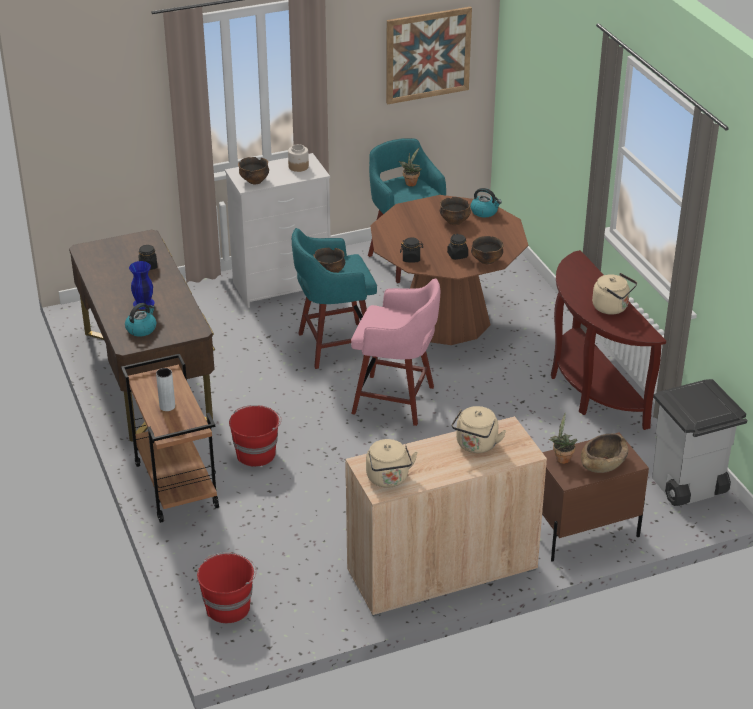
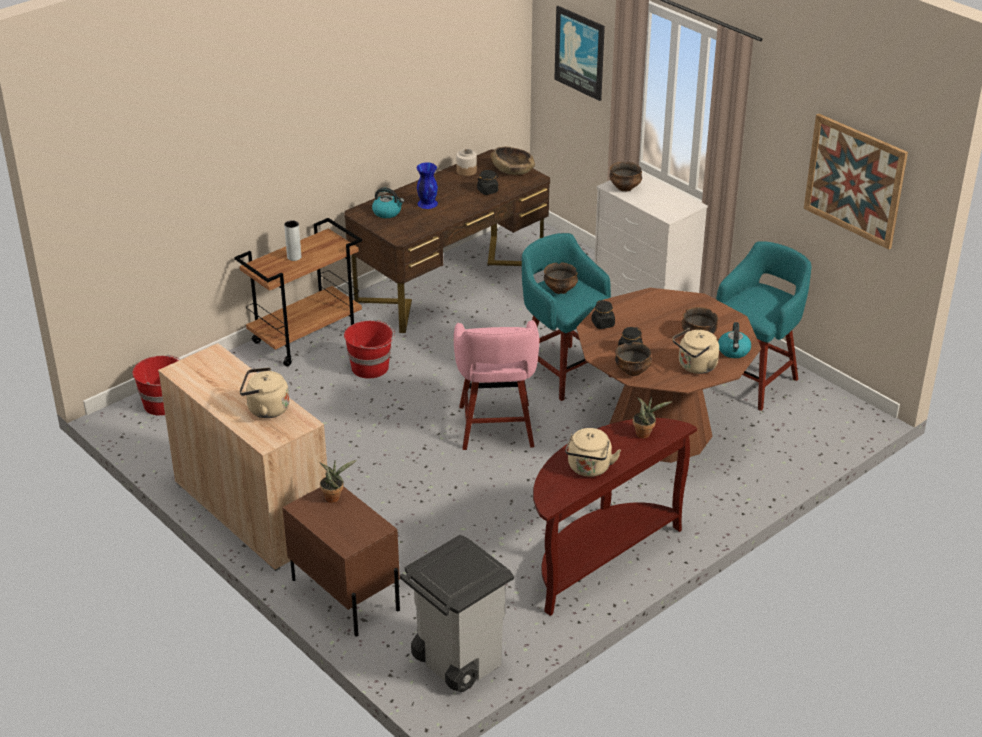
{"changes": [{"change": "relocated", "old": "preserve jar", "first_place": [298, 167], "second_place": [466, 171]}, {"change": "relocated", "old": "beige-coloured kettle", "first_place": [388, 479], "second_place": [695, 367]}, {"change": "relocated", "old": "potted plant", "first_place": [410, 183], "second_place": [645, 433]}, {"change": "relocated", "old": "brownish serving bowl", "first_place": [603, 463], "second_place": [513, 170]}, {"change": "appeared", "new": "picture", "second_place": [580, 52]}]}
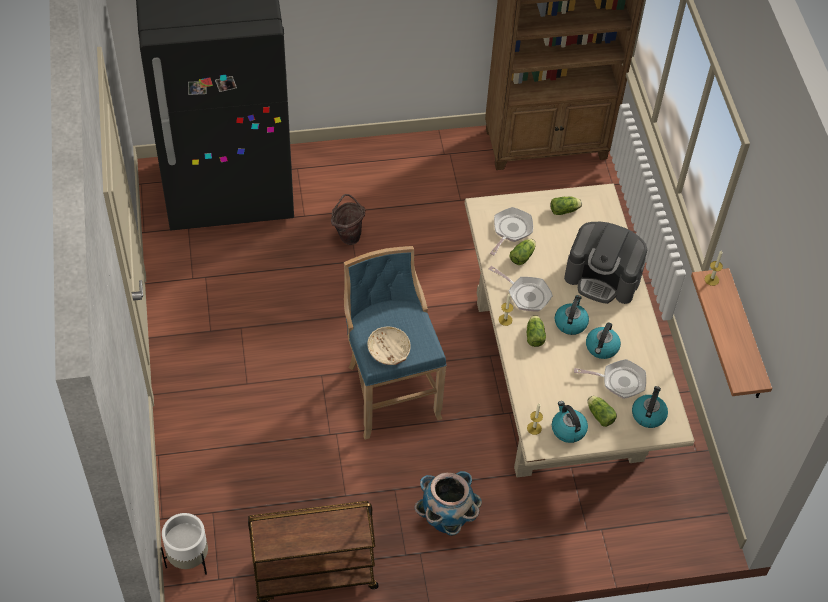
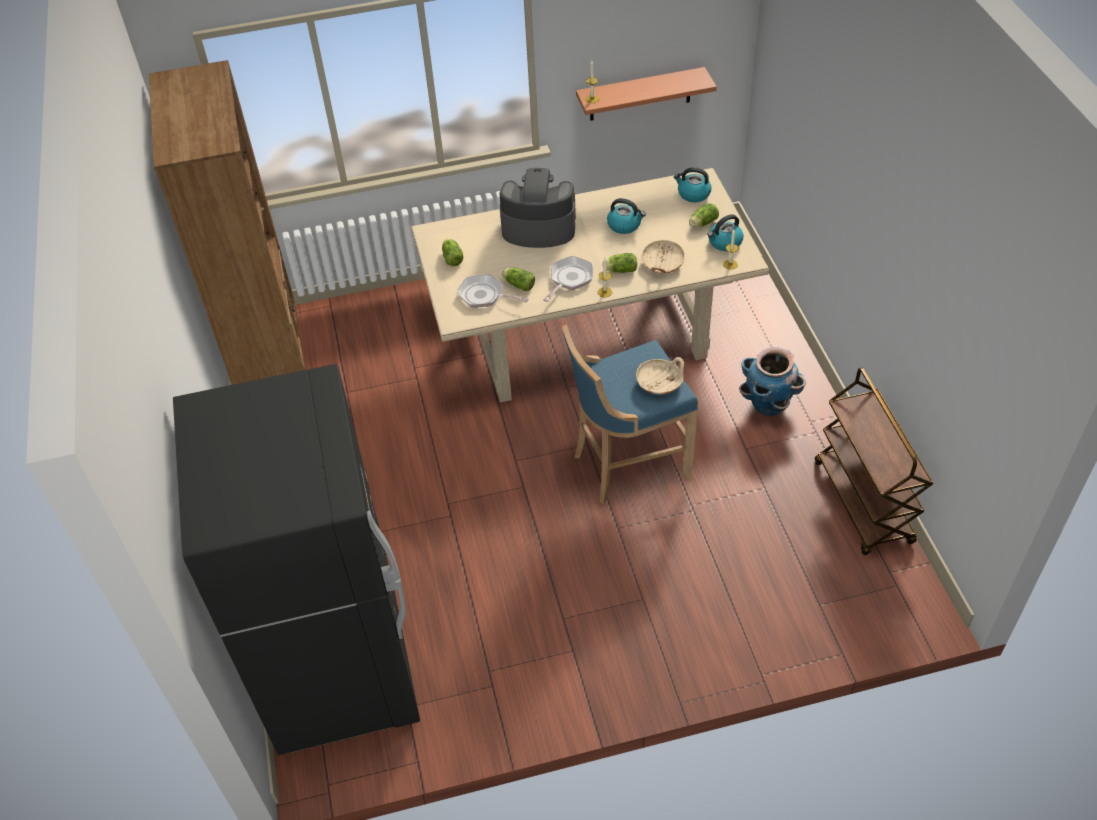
{"changes": [{"change": "missing", "old": "white-coloured planter", "first_place": [188, 560]}, {"change": "missing", "old": "brownish pail", "first_place": [348, 235]}, {"change": "missing", "old": "kettle", "first_place": [570, 322]}, {"change": "spun", "old": "coffee machine", "first_place": [603, 277], "second_place": [538, 227], "degrees": -105}, {"change": "missing", "old": "pan", "first_place": [619, 381]}, {"change": "appeared", "new": "beige-coloured serving bowl", "second_place": [662, 264]}]}
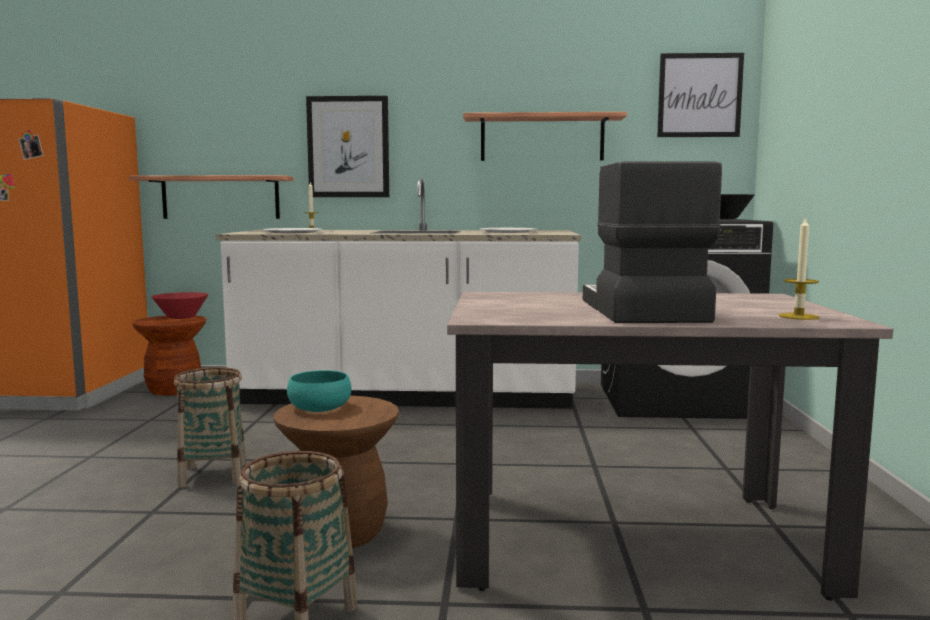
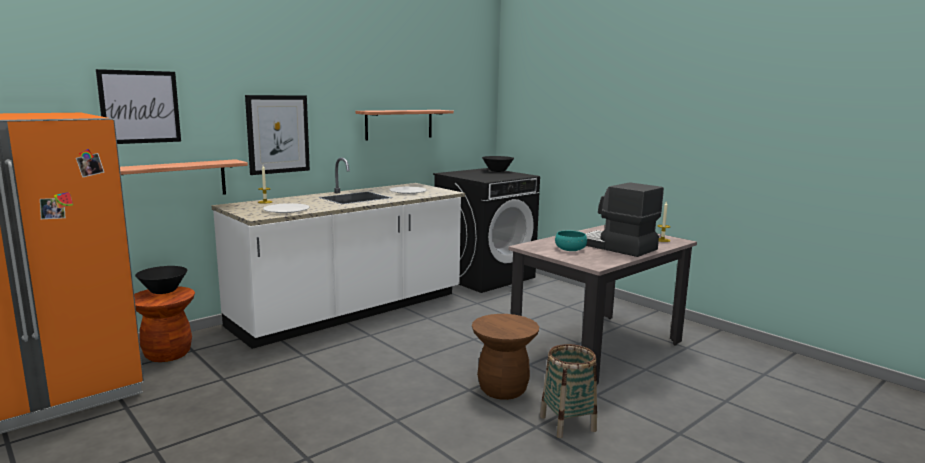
{"changes": [{"change": "colour", "old": "reddish serving bowl", "new": "black-coloured serving bowl", "first_place": [181, 317], "second_place": [163, 291]}, {"change": "missing", "old": "household basket", "first_place": [213, 474]}, {"change": "relocated", "old": "blue-green serving bowl", "first_place": [320, 407], "second_place": [570, 249]}, {"change": "relocated", "old": "picture", "first_place": [699, 95], "second_place": [140, 107]}]}
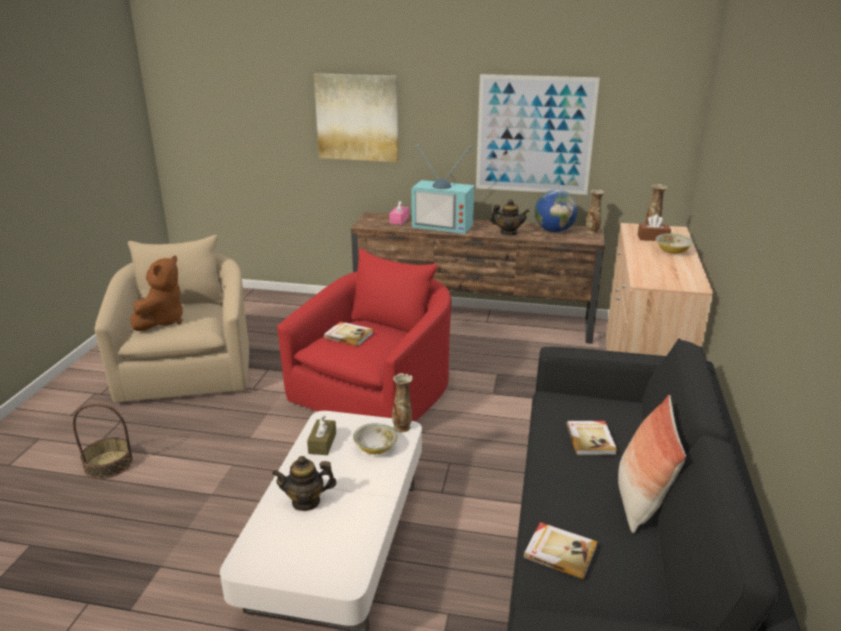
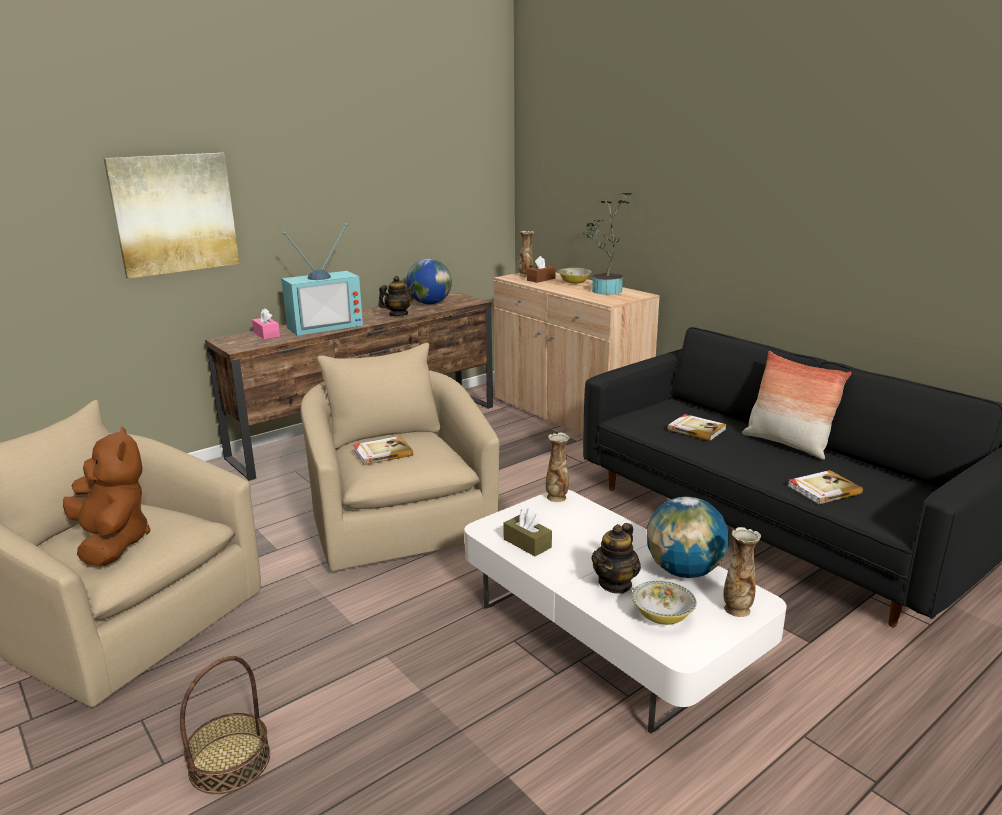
{"changes": [{"change": "colour", "old": "reddish lounge chair", "new": "beige-coloured lounge chair", "first_place": [377, 392], "second_place": [399, 520]}, {"change": "relocated", "old": "serving bowl", "first_place": [375, 448], "second_place": [662, 616]}, {"change": "missing", "old": "picture", "first_place": [534, 135]}, {"change": "relocated", "old": "vase", "first_place": [592, 232], "second_place": [737, 609]}, {"change": "appeared", "new": "potted plant", "second_place": [604, 291]}, {"change": "appeared", "new": "globe", "second_place": [684, 571]}]}
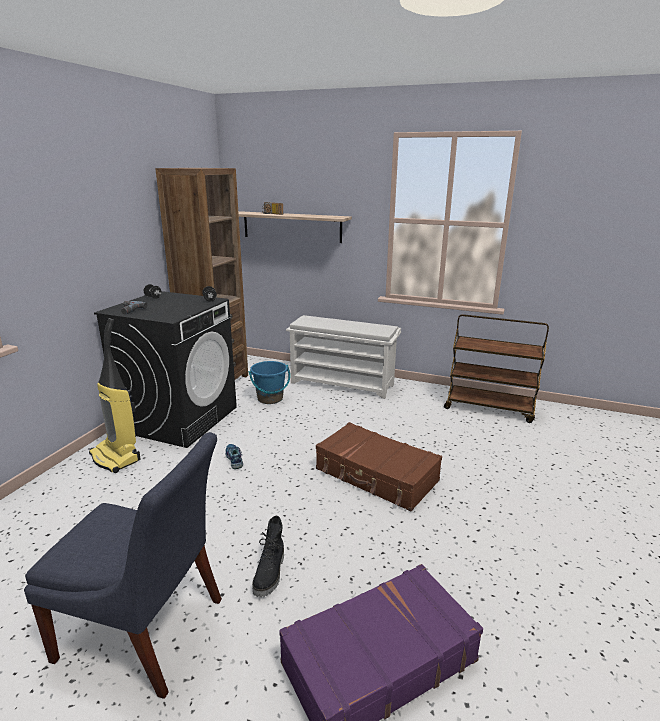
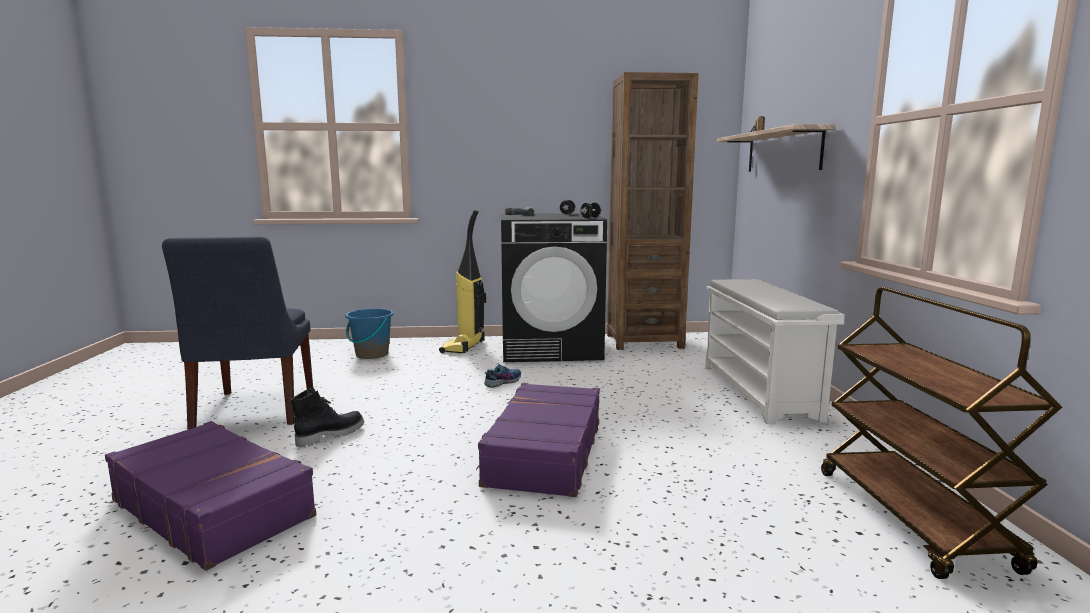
{"changes": [{"change": "relocated", "old": "blue pail", "first_place": [270, 399], "second_place": [371, 354]}, {"change": "spun", "old": "black-coloured boot", "first_place": [270, 574], "second_place": [330, 435], "degrees": 150}, {"change": "colour", "old": "brownish travel case", "new": "purplish travel case", "first_place": [376, 476], "second_place": [544, 453]}]}
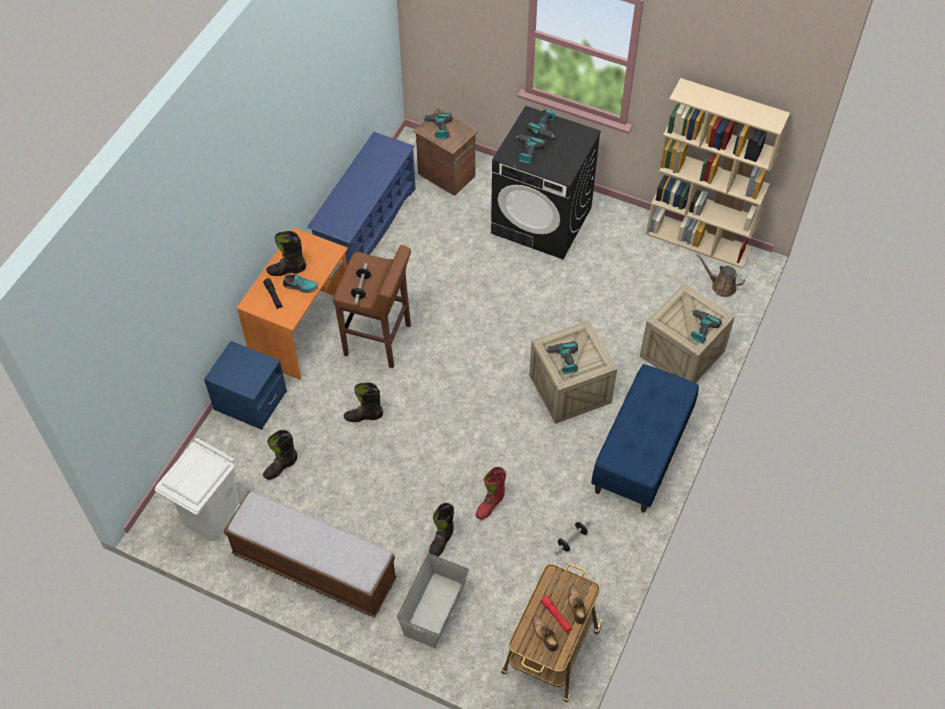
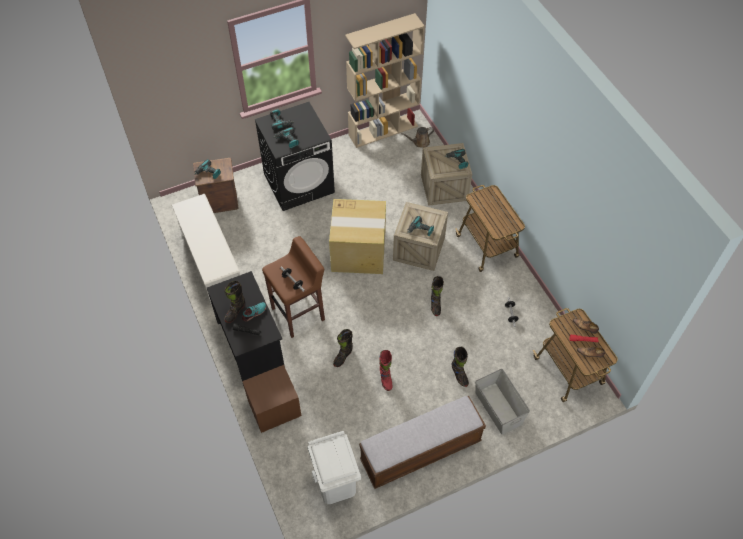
{"changes": [{"change": "colour", "old": "blue night table", "new": "brownish night table", "first_place": [250, 401], "second_place": [274, 408]}, {"change": "colour", "old": "orange desk unit", "new": "black-coloured desk unit", "first_place": [303, 329], "second_place": [251, 346]}, {"change": "relocated", "old": "black-coloured boot", "first_place": [280, 467], "second_place": [435, 305]}, {"change": "colour", "old": "blue shoe shelf", "new": "white-coloured shoe shelf", "first_place": [366, 226], "second_place": [212, 264]}, {"change": "relocated", "old": "reddish boot", "first_place": [490, 505], "second_place": [385, 379]}, {"change": "exchanged", "old": "blue bench", "new": "wheeled cart", "first_place": [642, 454], "second_place": [487, 247]}, {"change": "appeared", "new": "carton", "second_place": [359, 251]}]}
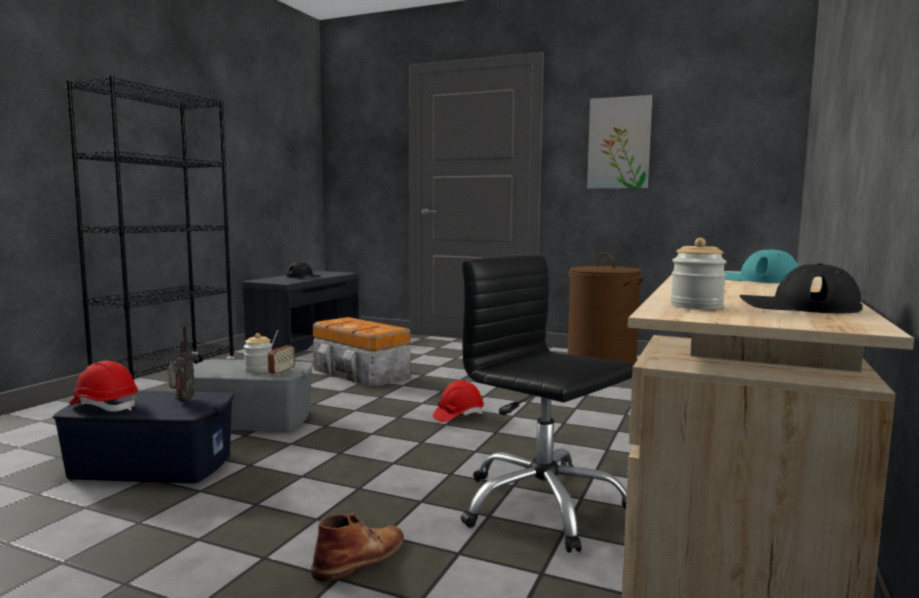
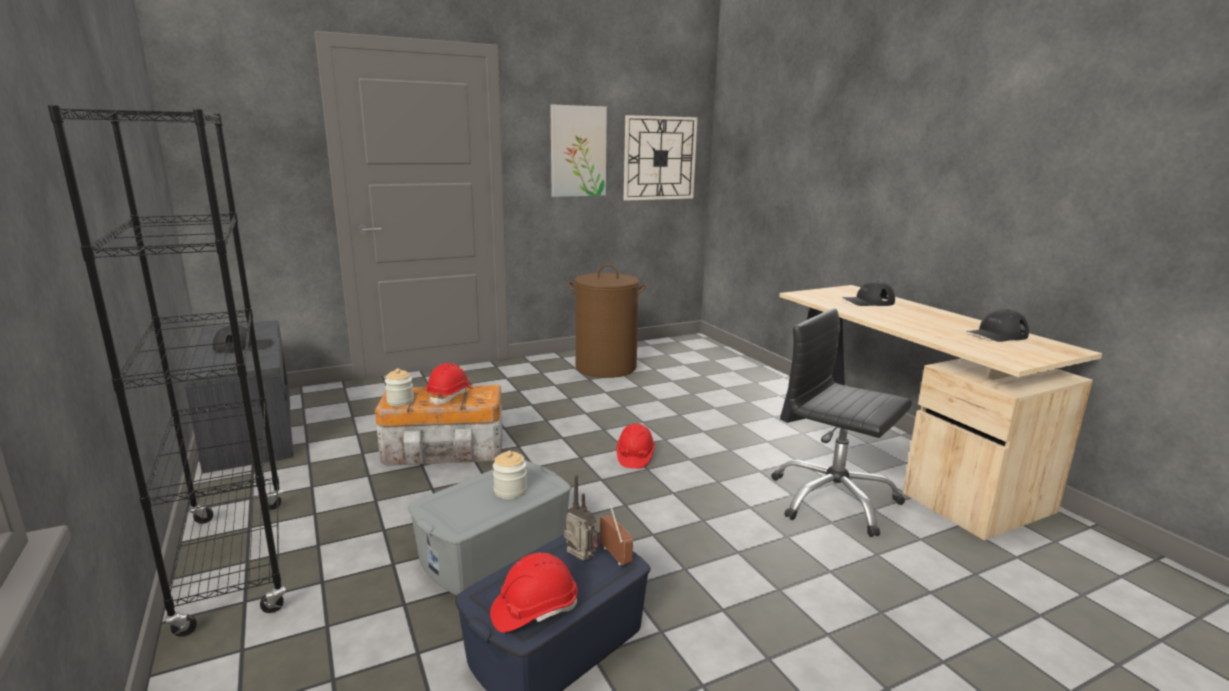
{"changes": [{"change": "relocated", "old": "radio receiver", "first_place": [281, 372], "second_place": [614, 555]}, {"change": "missing", "old": "brownish boot", "first_place": [361, 558]}, {"change": "spun", "old": "black-coloured office chair", "first_place": [542, 506], "second_place": [833, 500], "degrees": 45}, {"change": "relocated", "old": "preserve jar", "first_place": [696, 306], "second_place": [400, 401]}, {"change": "colour", "old": "blue-green cap", "new": "black-coloured cap", "first_place": [757, 279], "second_place": [868, 302]}, {"change": "appeared", "new": "reddish work helmet", "second_place": [450, 395]}, {"change": "appeared", "new": "clock on the wall", "second_place": [659, 158]}]}
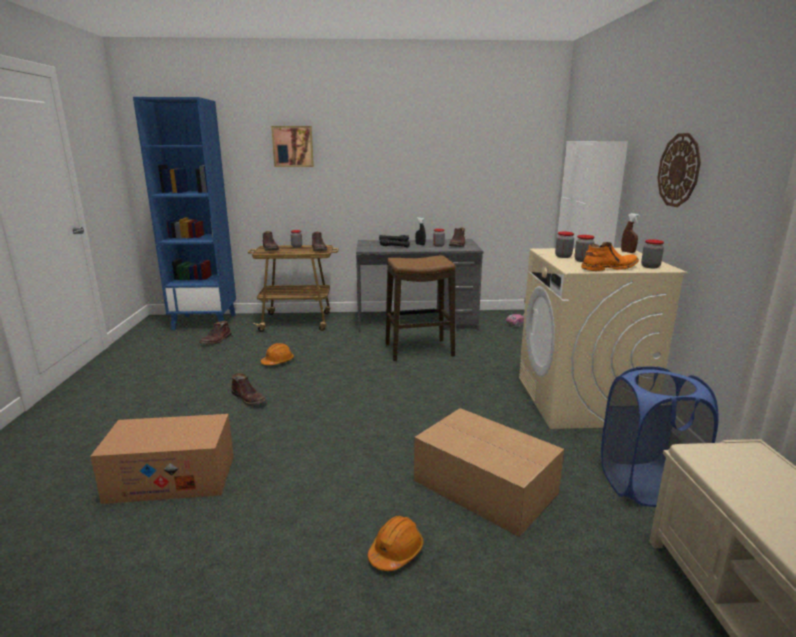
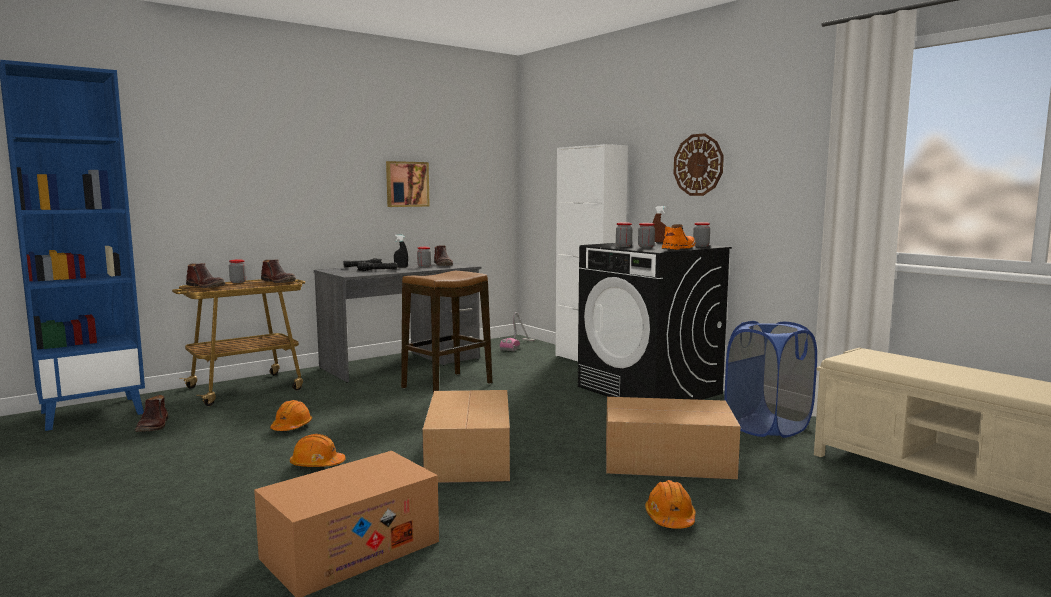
{"changes": [{"change": "exchanged", "old": "brownish boot", "new": "orange work helmet", "first_place": [249, 398], "second_place": [317, 464]}, {"change": "relocated", "old": "picture", "first_place": [293, 146], "second_place": [406, 184]}, {"change": "colour", "old": "beige-coloured laundry machine", "new": "black-coloured laundry machine", "first_place": [581, 401], "second_place": [650, 390]}, {"change": "appeared", "new": "carton", "second_place": [470, 456]}]}
